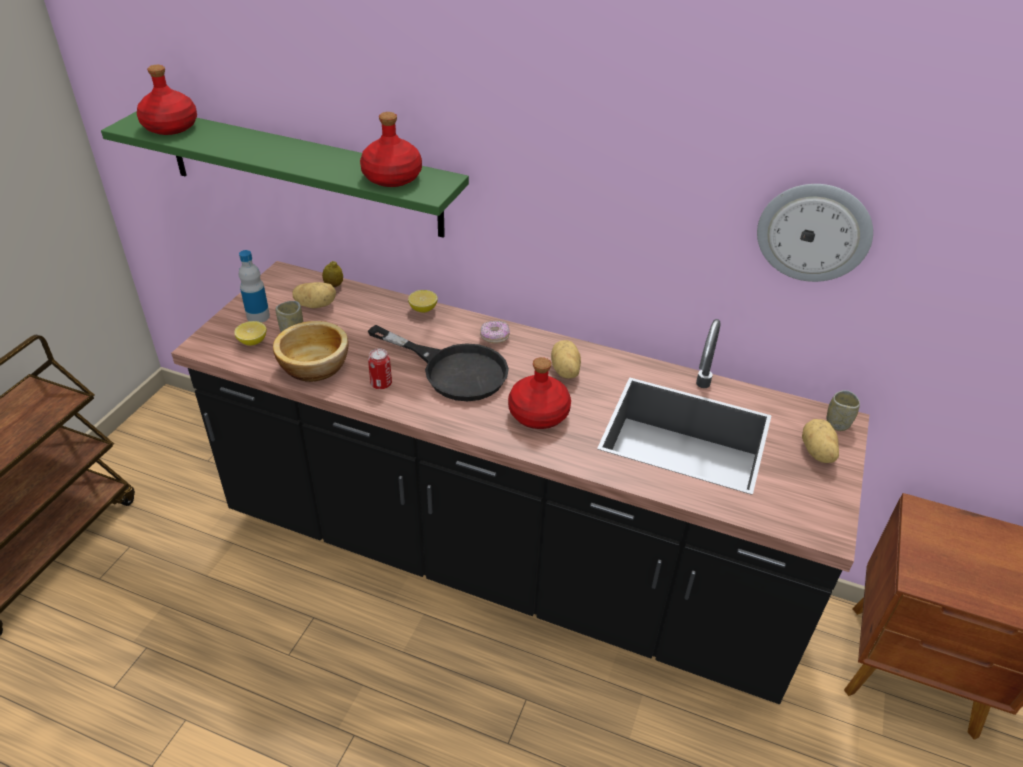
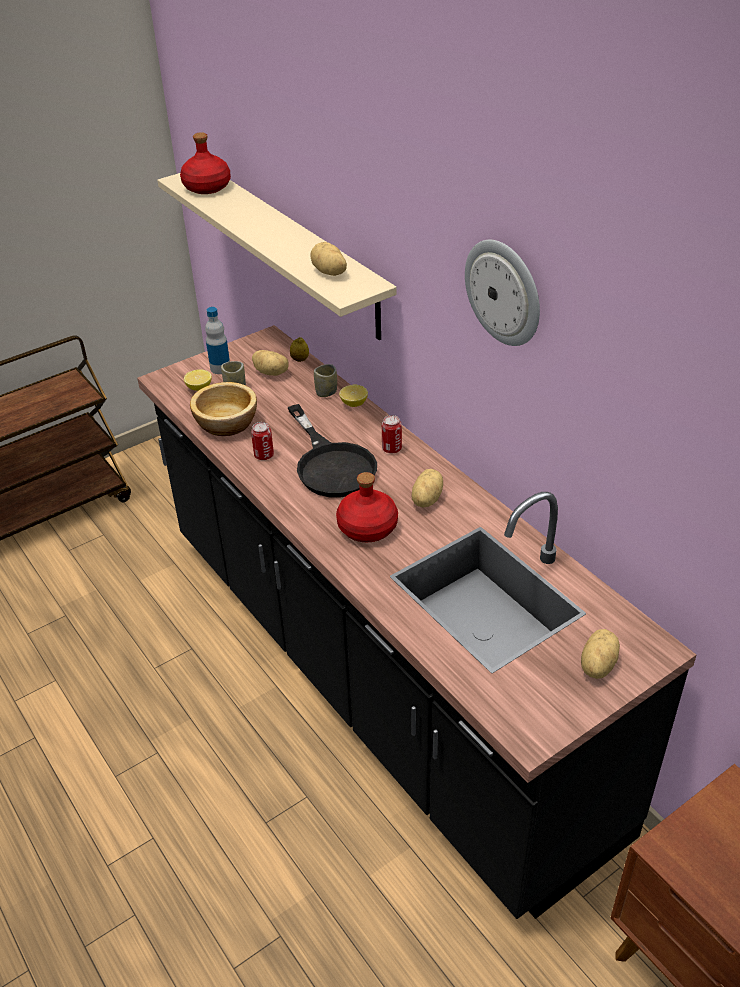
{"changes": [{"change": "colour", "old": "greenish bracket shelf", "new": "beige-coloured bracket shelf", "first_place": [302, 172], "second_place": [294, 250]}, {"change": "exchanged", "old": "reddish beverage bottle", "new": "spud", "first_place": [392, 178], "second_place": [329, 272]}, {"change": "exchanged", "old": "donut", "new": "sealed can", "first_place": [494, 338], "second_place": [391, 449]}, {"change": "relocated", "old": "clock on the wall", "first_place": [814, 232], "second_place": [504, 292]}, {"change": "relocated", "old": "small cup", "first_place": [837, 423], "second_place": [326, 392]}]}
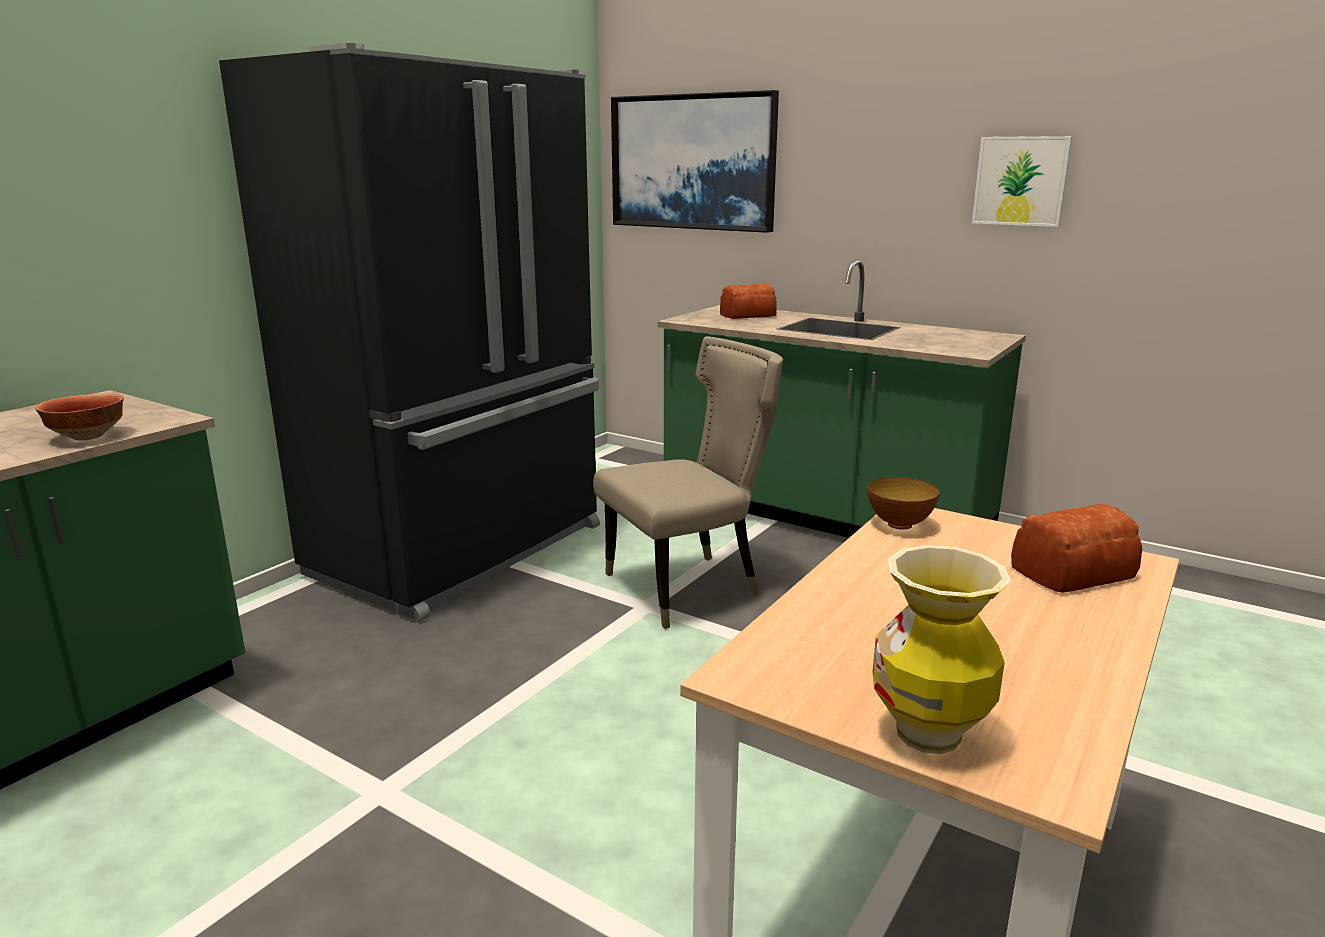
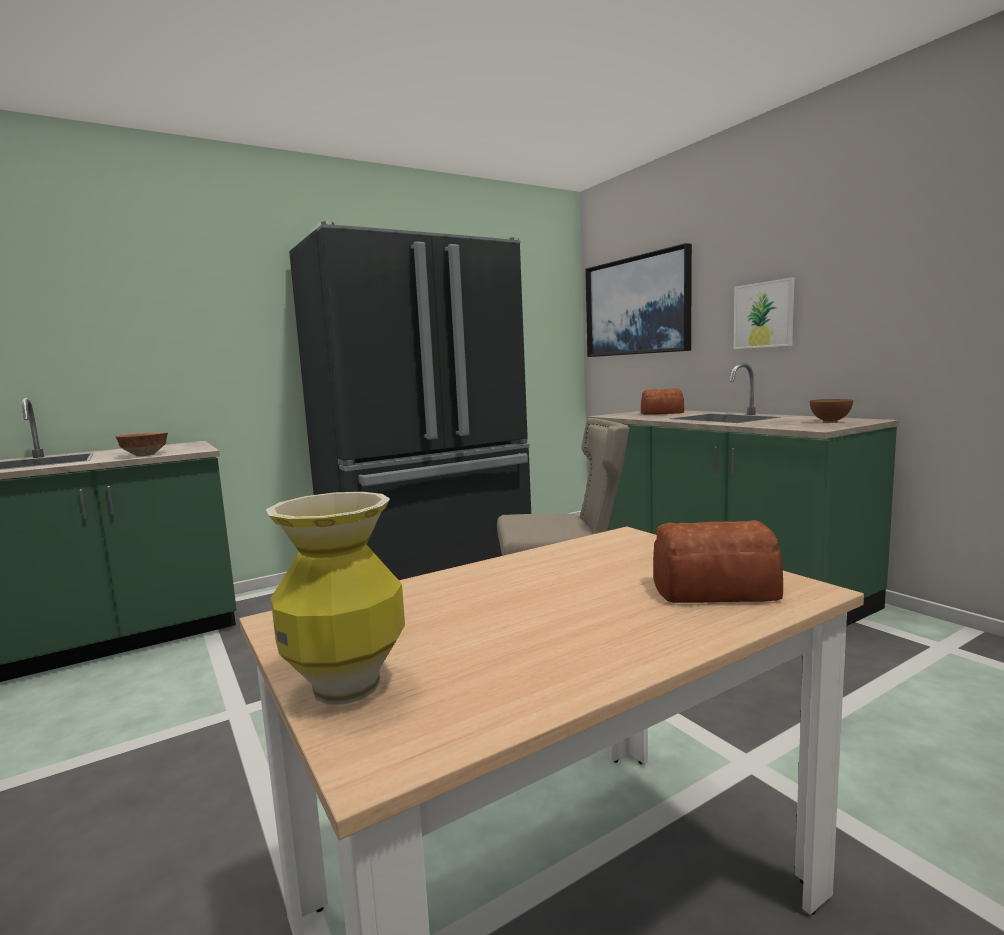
{"changes": [{"change": "relocated", "old": "serving bowl", "first_place": [899, 524], "second_place": [830, 422]}, {"change": "relocated", "old": "picture", "first_place": [1020, 181], "second_place": [763, 315]}]}
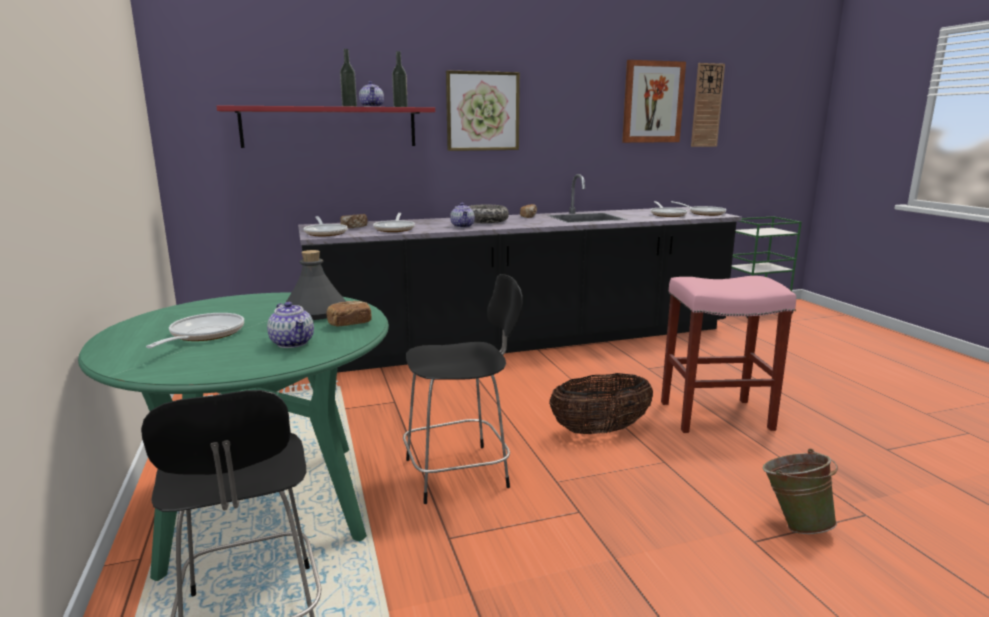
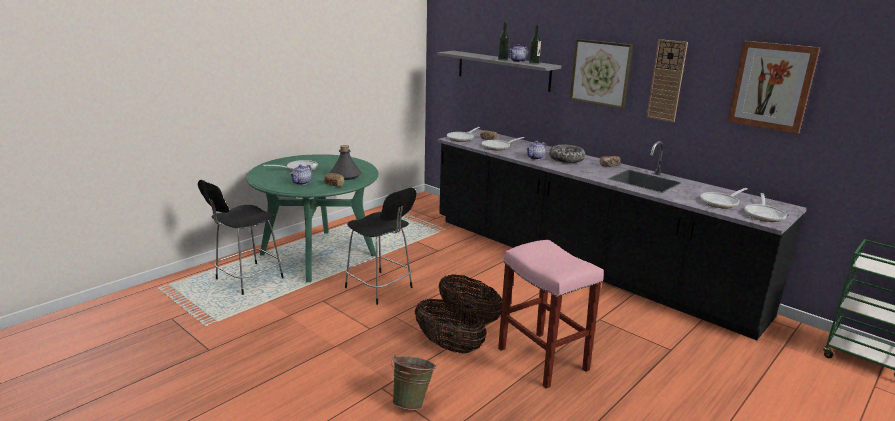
{"changes": [{"change": "colour", "old": "reddish bracket shelf", "new": "greyish bracket shelf", "first_place": [330, 127], "second_place": [503, 70]}, {"change": "relocated", "old": "clock on the wall", "first_place": [707, 105], "second_place": [667, 80]}, {"change": "appeared", "new": "household basket", "second_place": [448, 346]}]}
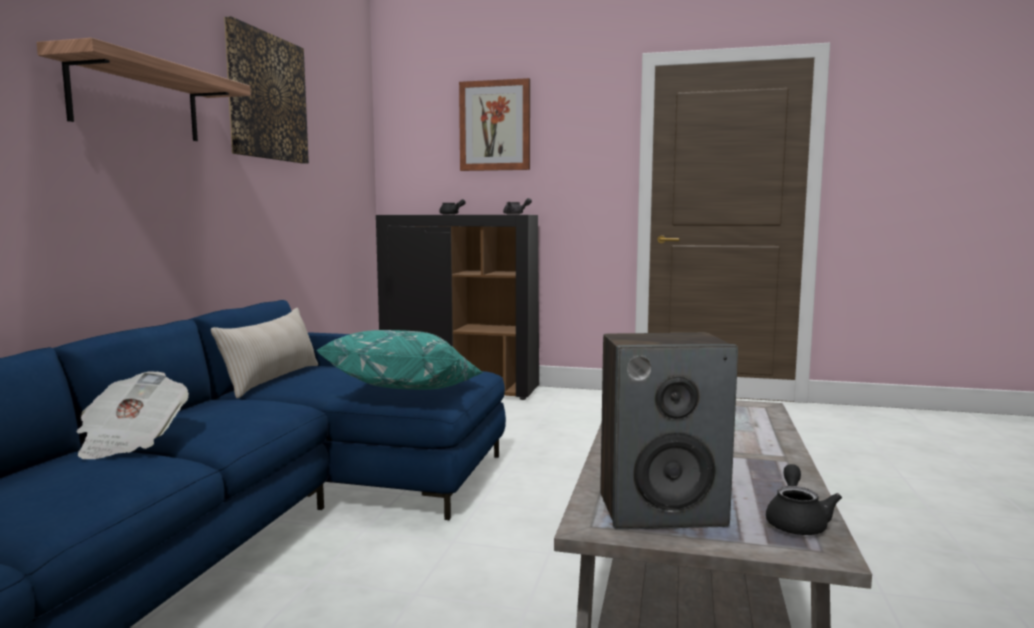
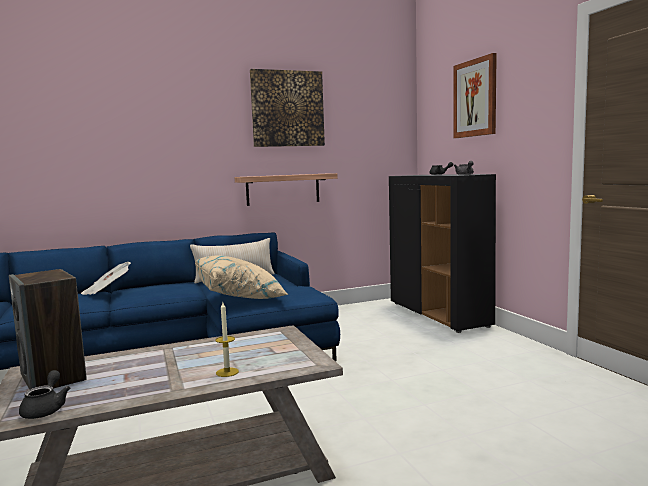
{"changes": [{"change": "relocated", "old": "bracket shelf", "first_place": [136, 100], "second_place": [283, 189]}, {"change": "colour", "old": "blue-green throw pillow", "new": "beige-coloured throw pillow", "first_place": [407, 392], "second_place": [241, 296]}, {"change": "spun", "old": "black-coloured teapot", "first_place": [796, 522], "second_place": [46, 409], "degrees": -75}, {"change": "appeared", "new": "candle", "second_place": [227, 372]}]}
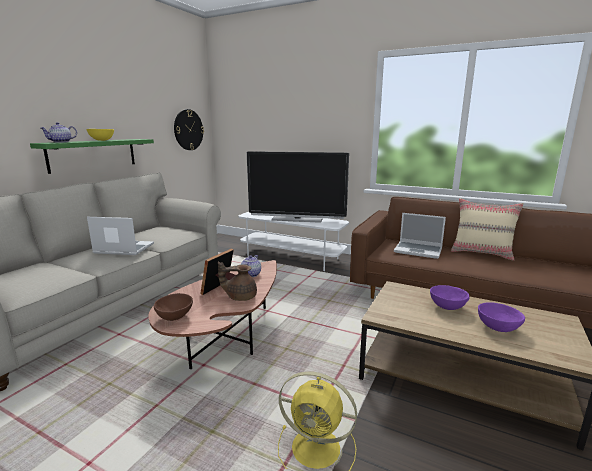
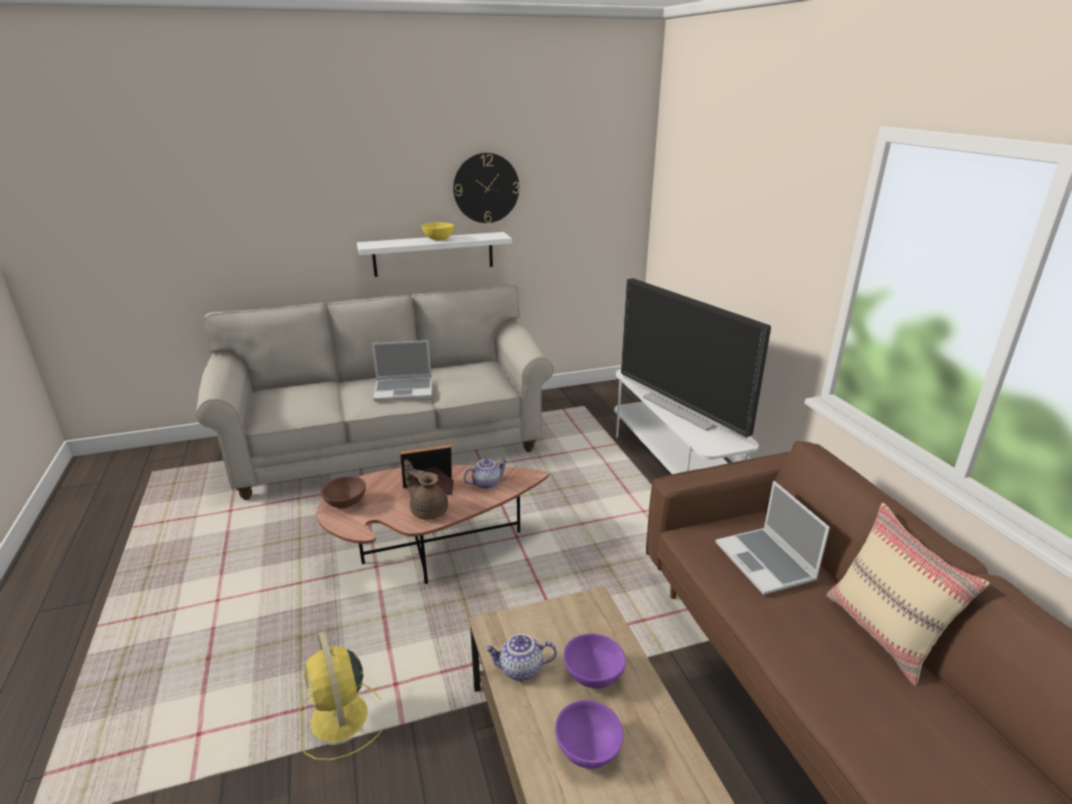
{"changes": [{"change": "colour", "old": "greenish bracket shelf", "new": "white-coloured bracket shelf", "first_place": [93, 154], "second_place": [433, 254]}, {"change": "relocated", "old": "teapot", "first_place": [61, 142], "second_place": [520, 670]}, {"change": "spun", "old": "notebook computer", "first_place": [123, 249], "second_place": [404, 390], "degrees": 120}, {"change": "relocated", "old": "clock on the wall", "first_place": [188, 130], "second_place": [486, 188]}]}
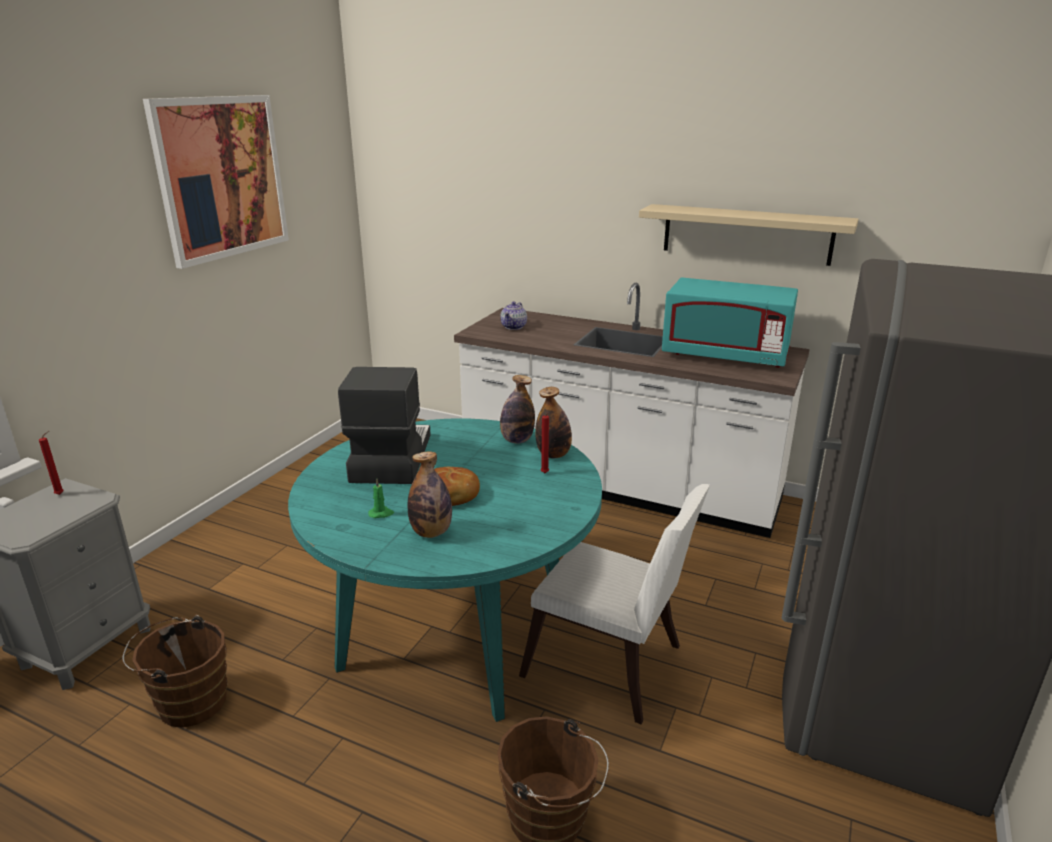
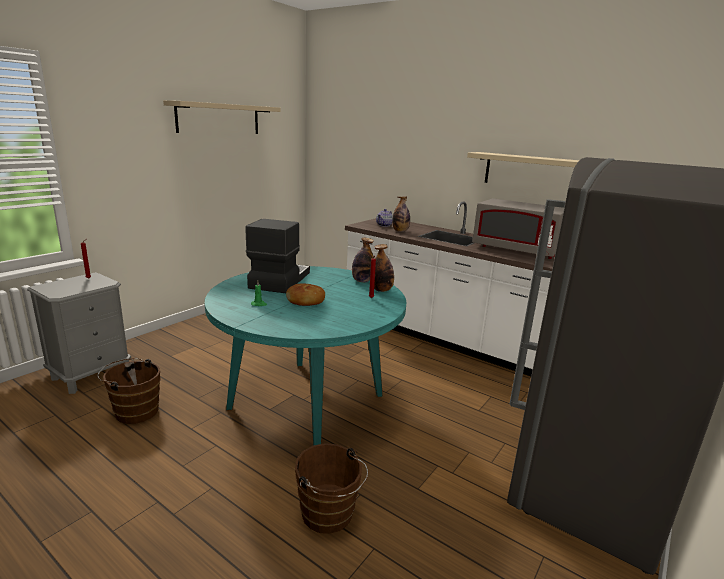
{"changes": [{"change": "exchanged", "old": "picture", "new": "beige-coloured bracket shelf", "first_place": [221, 178], "second_place": [219, 118]}, {"change": "relocated", "old": "beverage bottle", "first_place": [431, 532], "second_place": [400, 231]}, {"change": "missing", "old": "white-coloured plain chair", "first_place": [610, 667]}, {"change": "colour", "old": "blue-green kitchen microwave", "new": "greyish kitchen microwave", "first_place": [725, 355], "second_place": [516, 250]}]}
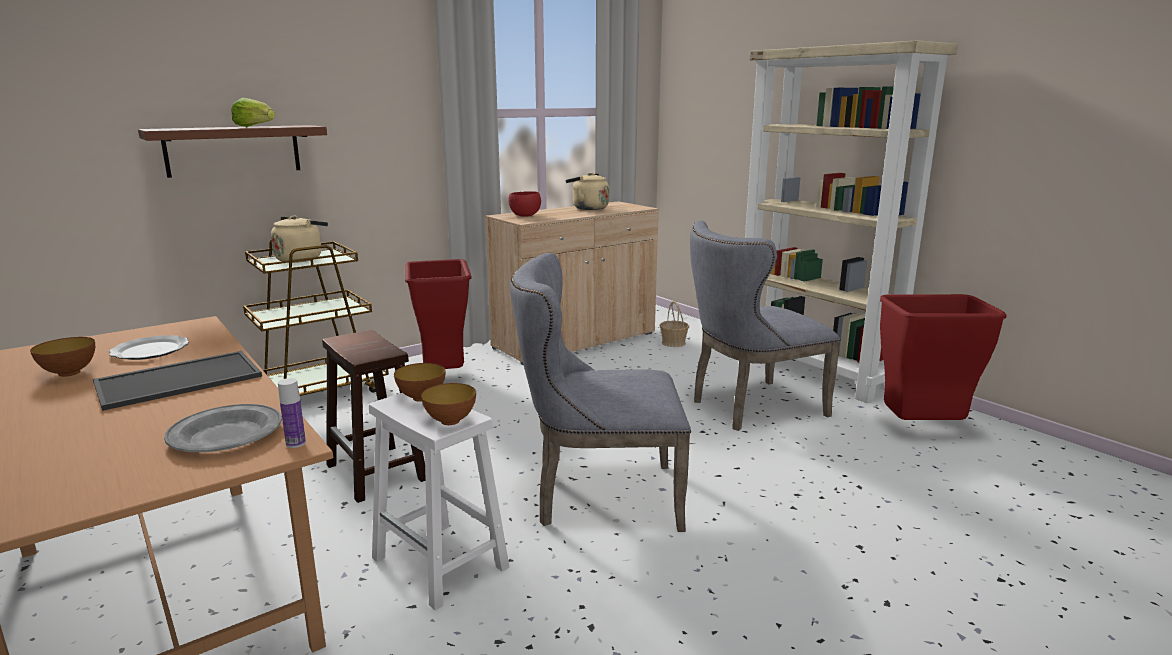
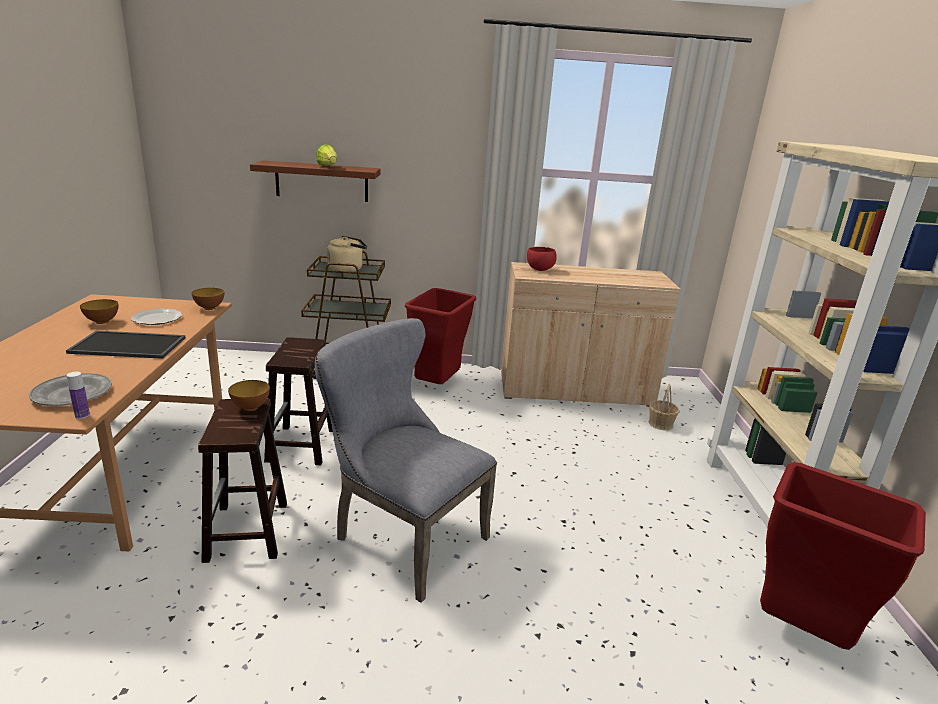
{"changes": [{"change": "colour", "old": "white-coloured sitting stool", "new": "brownish sitting stool", "first_place": [441, 563], "second_place": [247, 532]}, {"change": "relocated", "old": "serving bowl", "first_place": [450, 421], "second_place": [209, 308]}, {"change": "missing", "old": "beige-coloured kettle", "first_place": [587, 208]}, {"change": "missing", "old": "greyish plain chair", "first_place": [750, 408]}]}
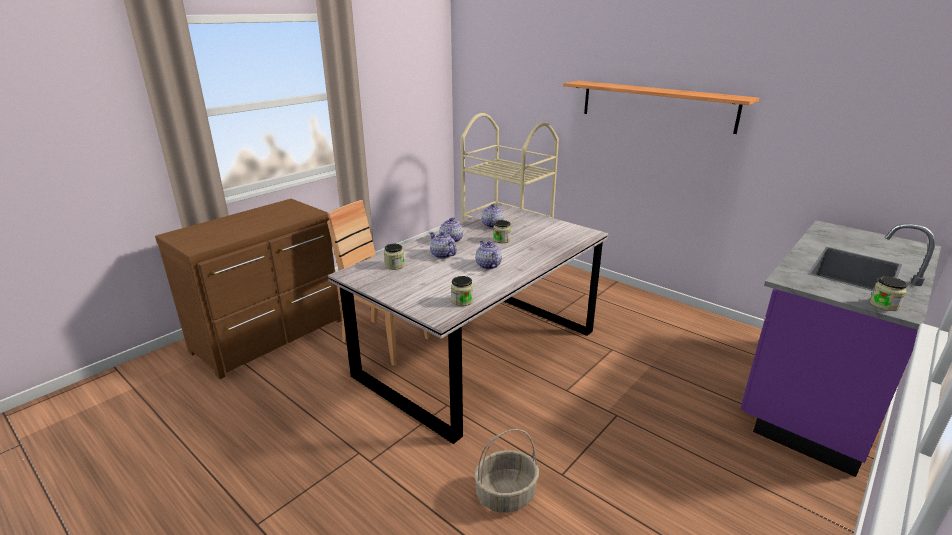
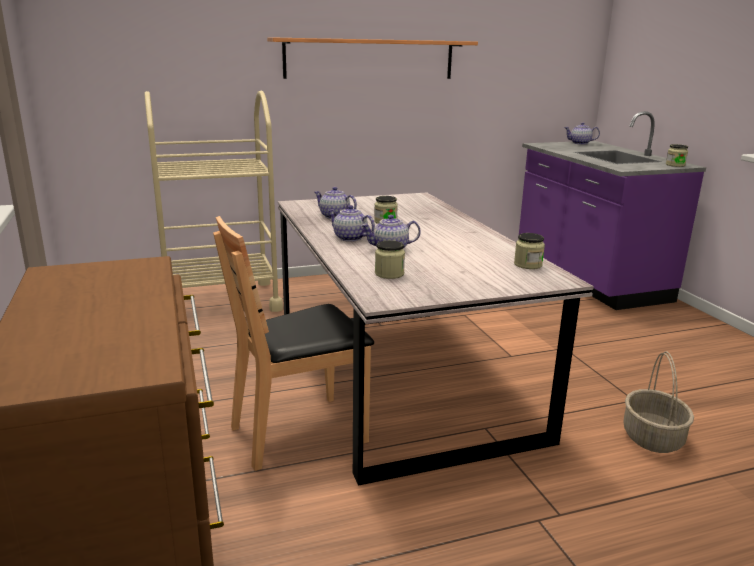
{"changes": [{"change": "relocated", "old": "teapot", "first_place": [488, 265], "second_place": [580, 143]}]}
